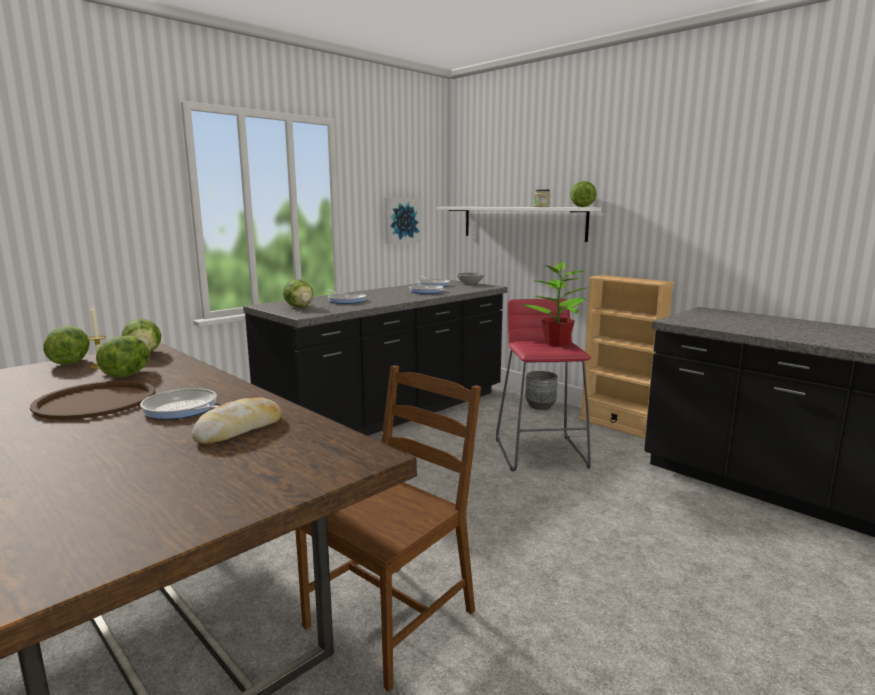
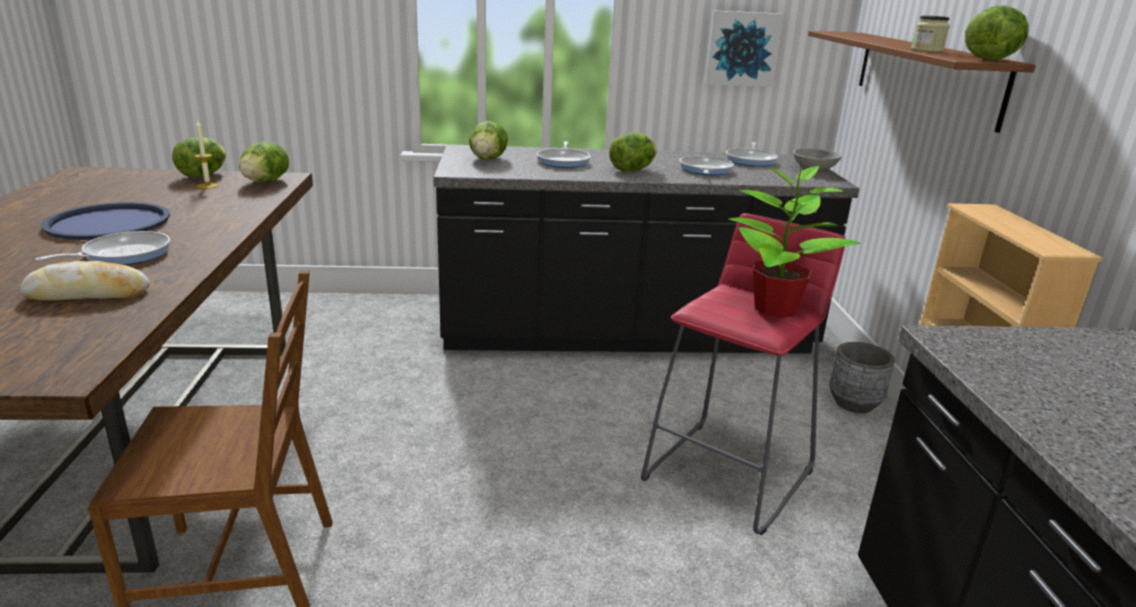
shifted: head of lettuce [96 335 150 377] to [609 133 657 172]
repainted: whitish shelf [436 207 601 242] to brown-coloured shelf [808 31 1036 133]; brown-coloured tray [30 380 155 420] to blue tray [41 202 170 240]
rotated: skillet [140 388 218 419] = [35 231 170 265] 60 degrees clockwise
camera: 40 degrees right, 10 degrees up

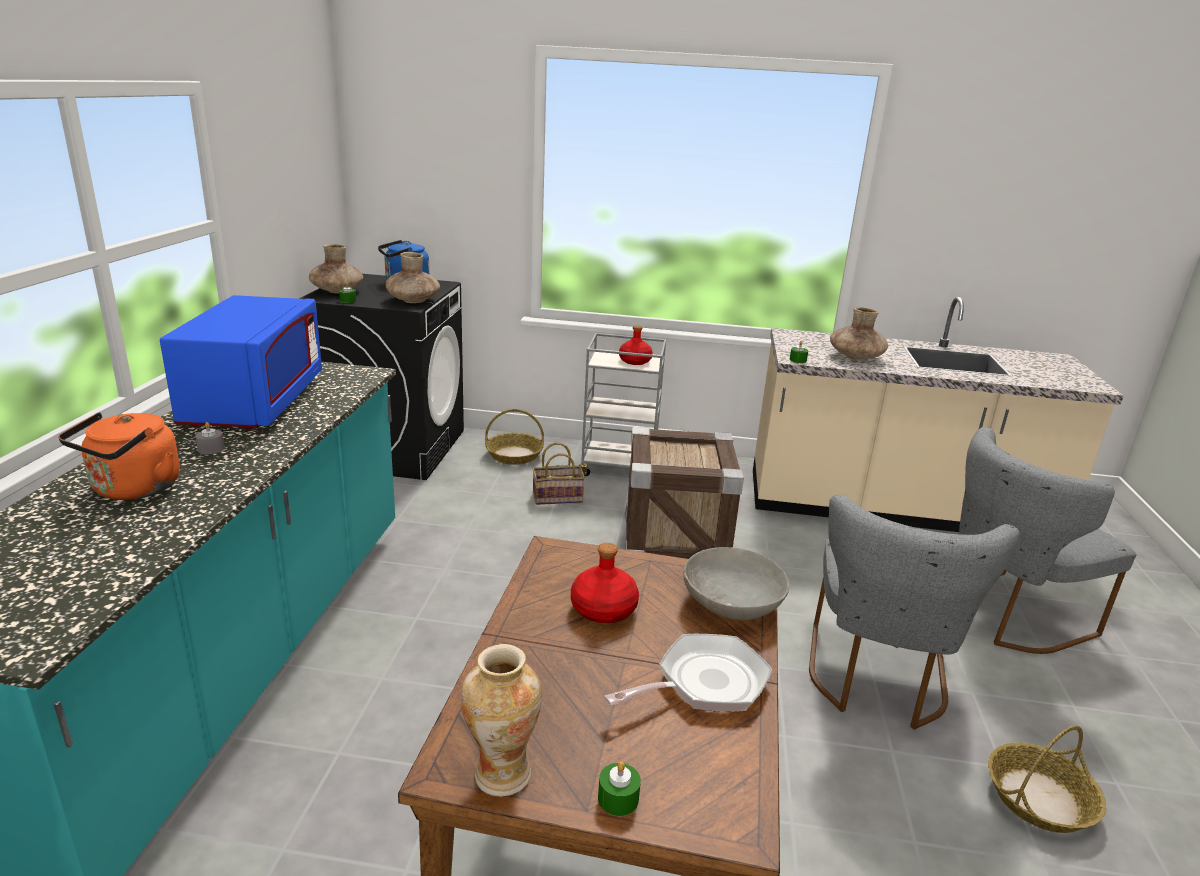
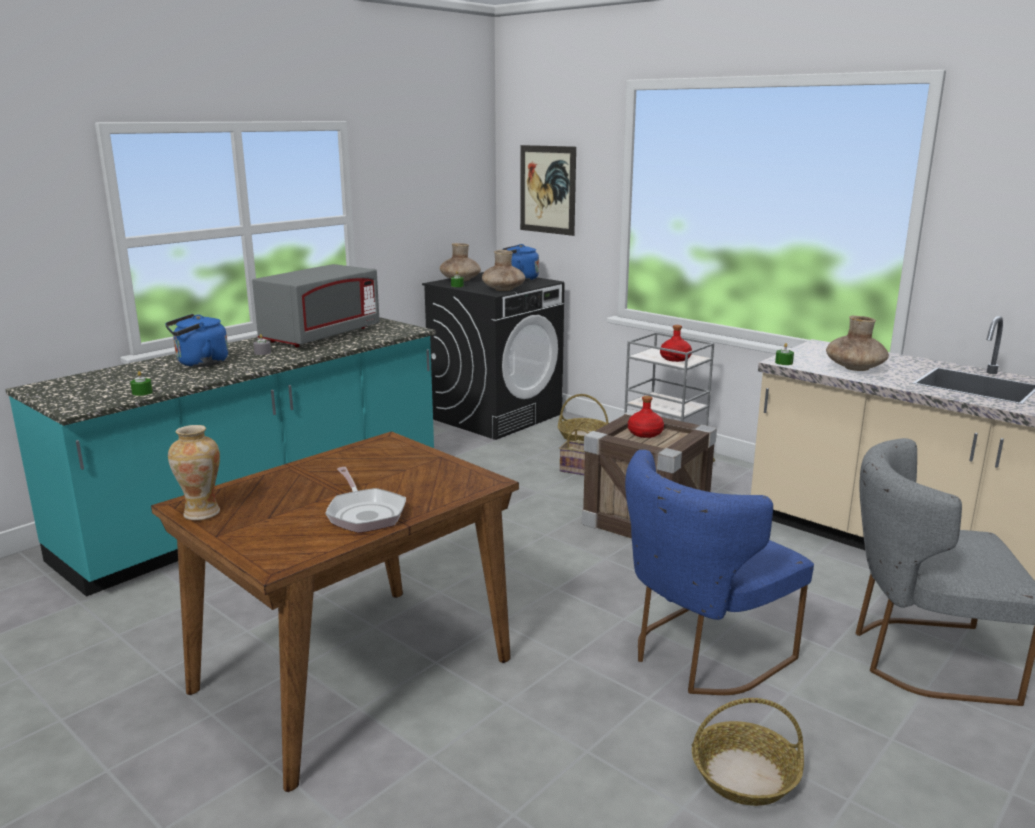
gone: greyish bowl [683 547 789 620]
new: wall picture [520 145 576 236]
shifted: reddish bottle [571 543 639 623] to [628 396 664 438]; green-coloured candle [598 762 641 816] to [130 371 153 396]
repainted: blue microwave oven [160 295 322 429] to greyish microwave oven [252 264 380 347]; orange kettle [58 412 180 500] to blue kettle [165 314 228 367]; greyish upright chair [809 494 1020 730] to blue upright chair [625 450 814 695]
rotated: skillet [604 634 772 712] = [325 467 406 533] 60 degrees clockwise
camera: 35 degrees right, 5 degrees down

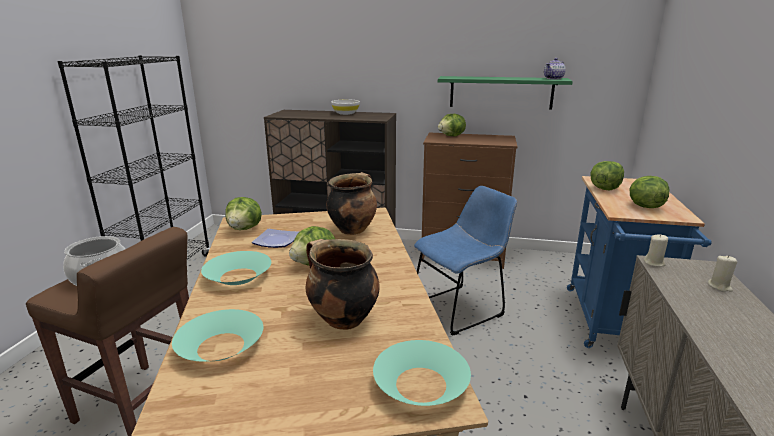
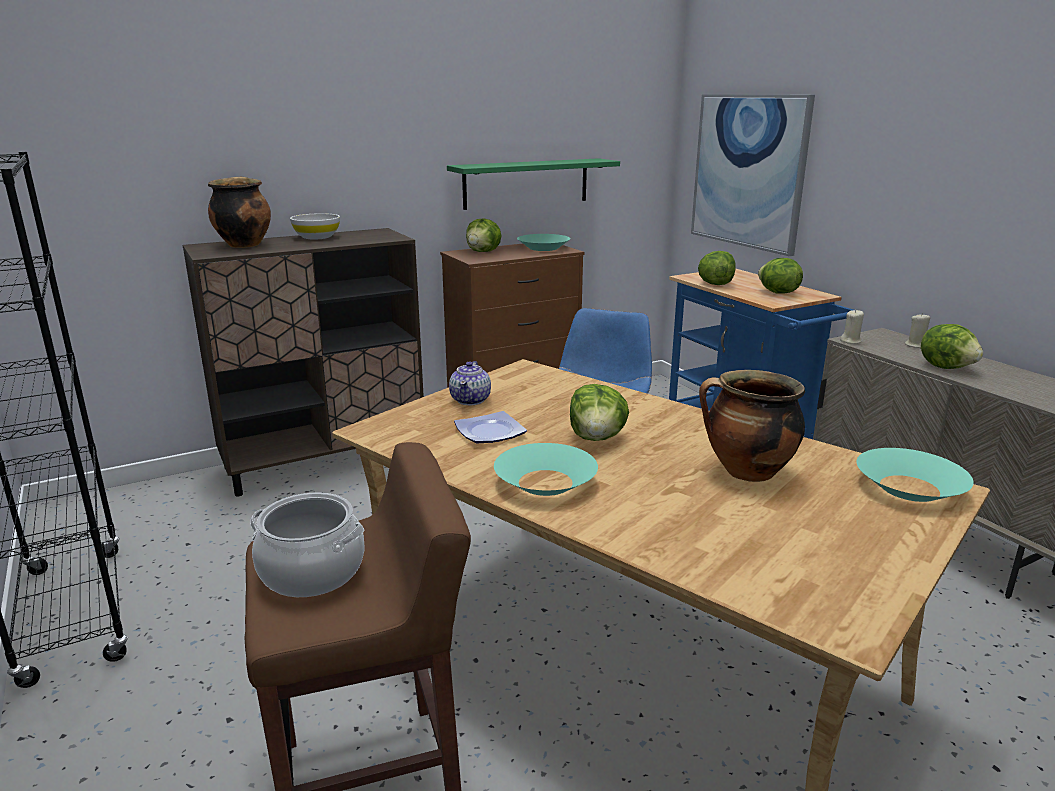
new: wall picture [691 94 815 256]
shifted: tea pot [544 58 566 79] to [449 361 491 405]; cooking pot [326 172 377 235] to [208 177 271 248]; head of lettuce [225 197 262 230] to [921 324 983 369]; turquoise bowl [172 309 263 361] to [517 234 571 251]
camera: 40 degrees left, 0 degrees up

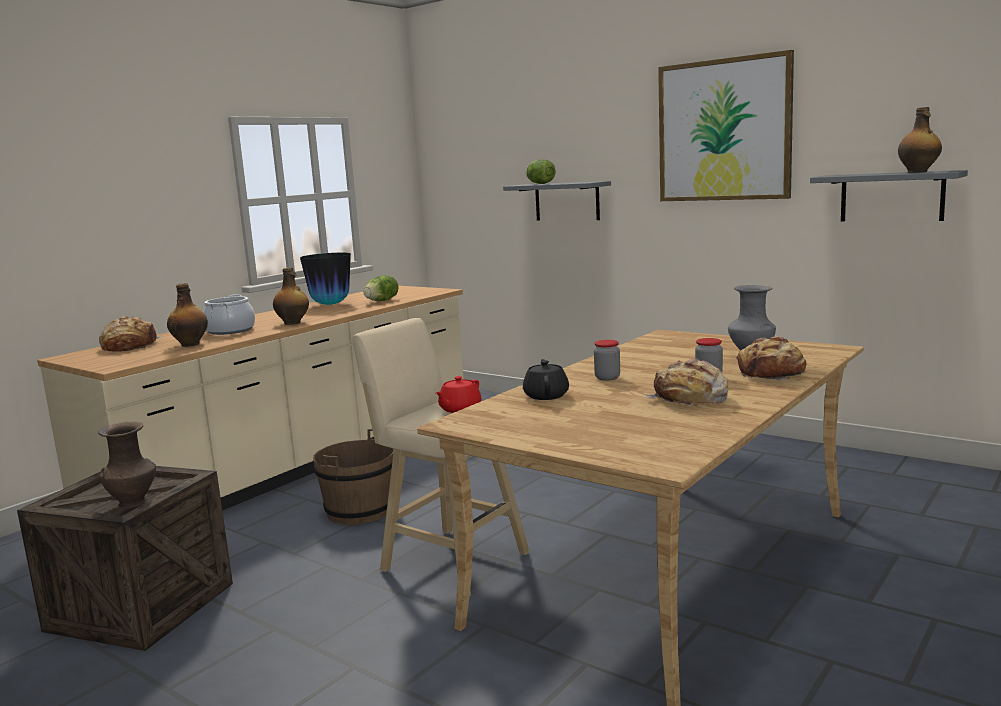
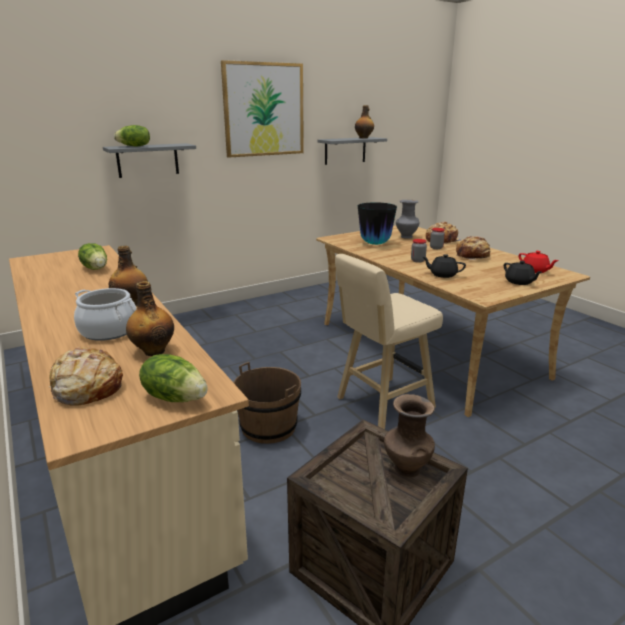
new: black tea pot [504 261 542 285]; head of lettuce [139 354 208 402]
shifted: decorative vase [300 253 351 305] to [358 202 397 245]; reddish tea pot [436 376 482 413] to [519 251 559 273]
camera: 70 degrees left, 10 degrees up

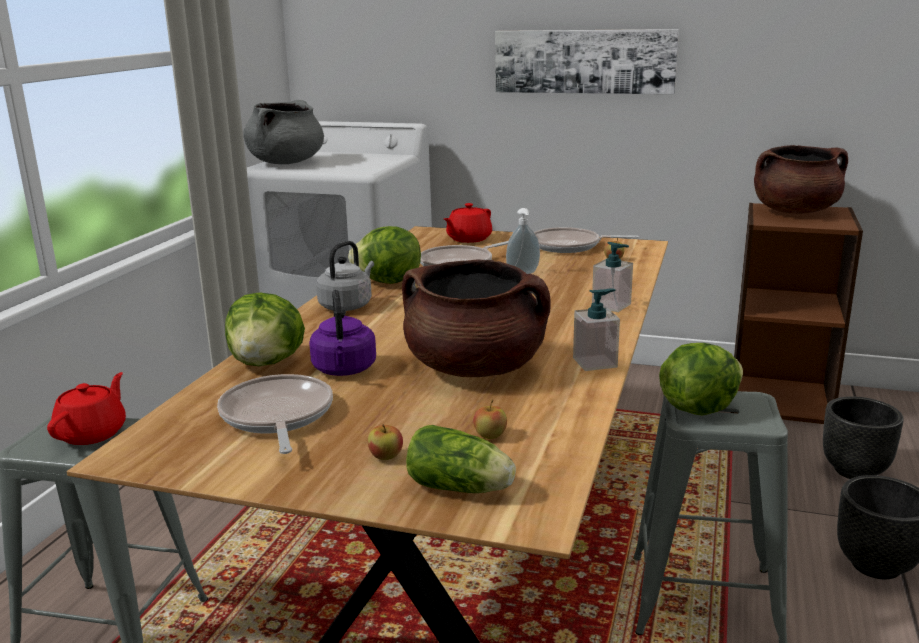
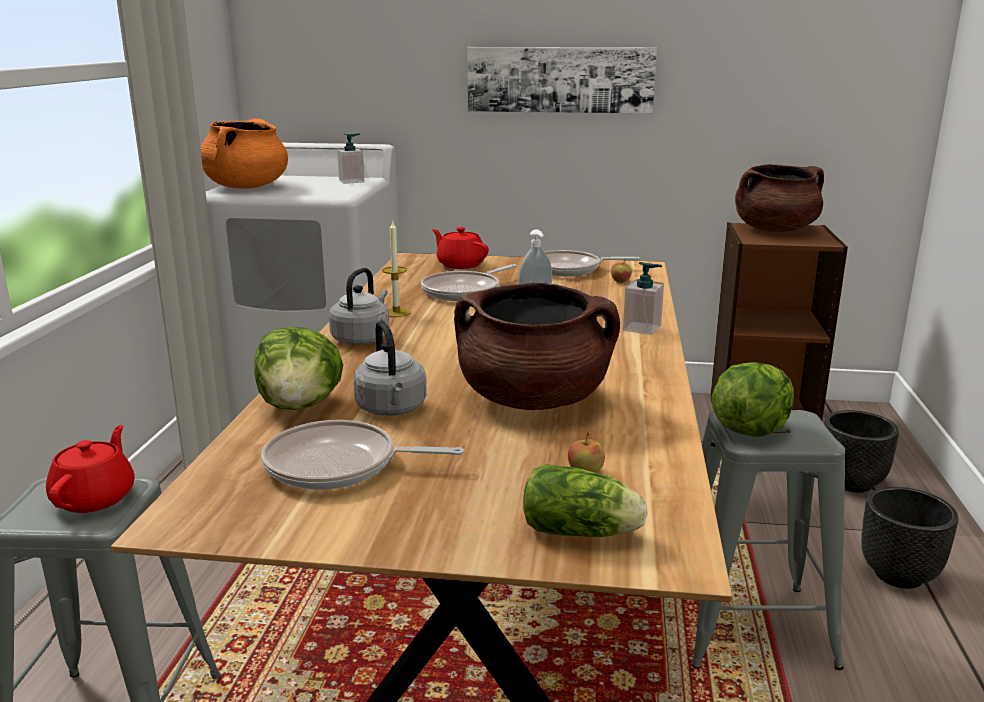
gone: apple [368 424 403 460]
shifted: liquid soap bottle [573 289 620 371] to [337 133 364 184]
swapped: head of lettuce [348 226 421 284] to candle [382 222 411 317]
repainted: greyish cooking pot [243 100 324 164] to orange cooking pot [200 118 288 189]; purple-coloured kettle [309 290 376 376] to greyish kettle [353 320 427 416]
rotated: reddish tea pot [444 203 492 243] = [432 227 489 269] 105 degrees clockwise; skillet [217 374 333 454] = [262 420 464 490] 60 degrees counterclockwise
camera: 10 degrees left, 0 degrees up

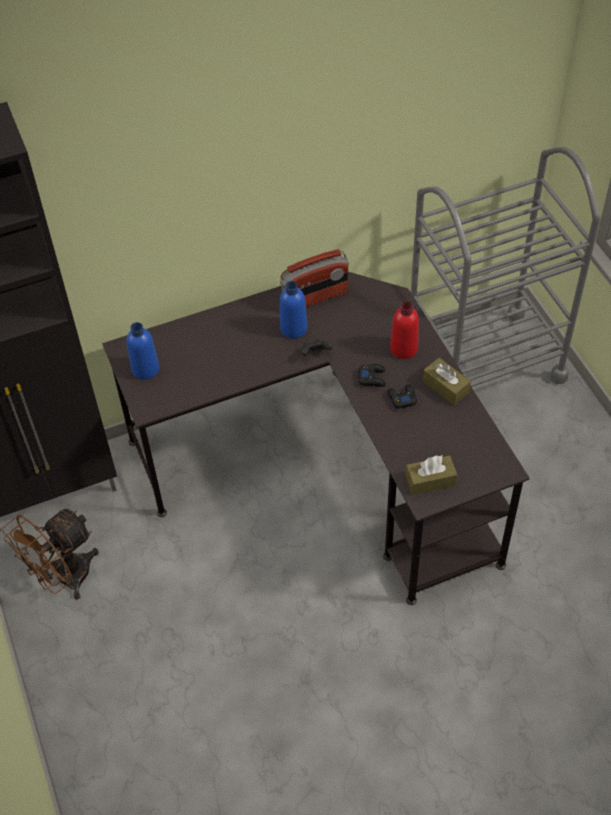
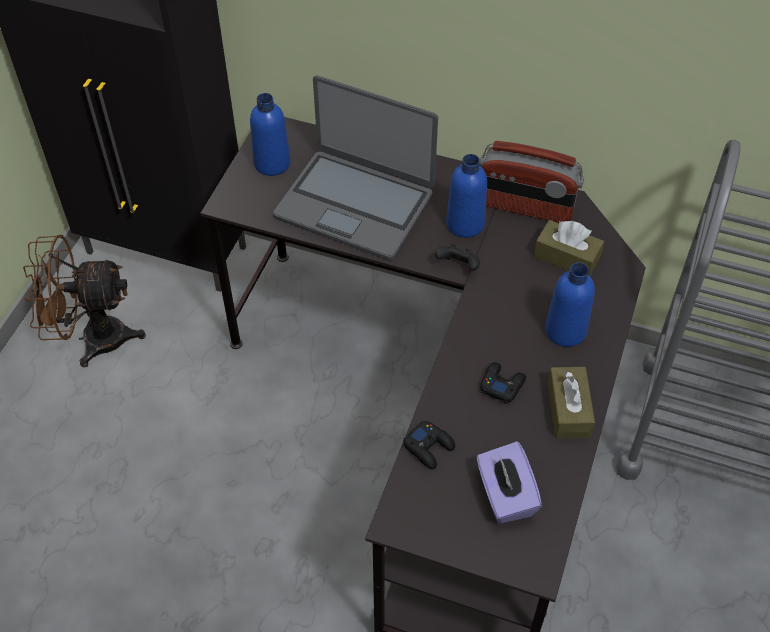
new: portable computer [273 75 438 260]; purple-coloured box of tissues [476 441 542 524]
shifted: black gamepad [358 364 386 387] to [403 421 455 469]; brown-coloured box of tissues [406 455 457 495] to [534 220 604 276]
repainted: reddish bottle [390 301 419 359] to blue bottle [545 263 595 347]
camera: 40 degrees right, 0 degrees up

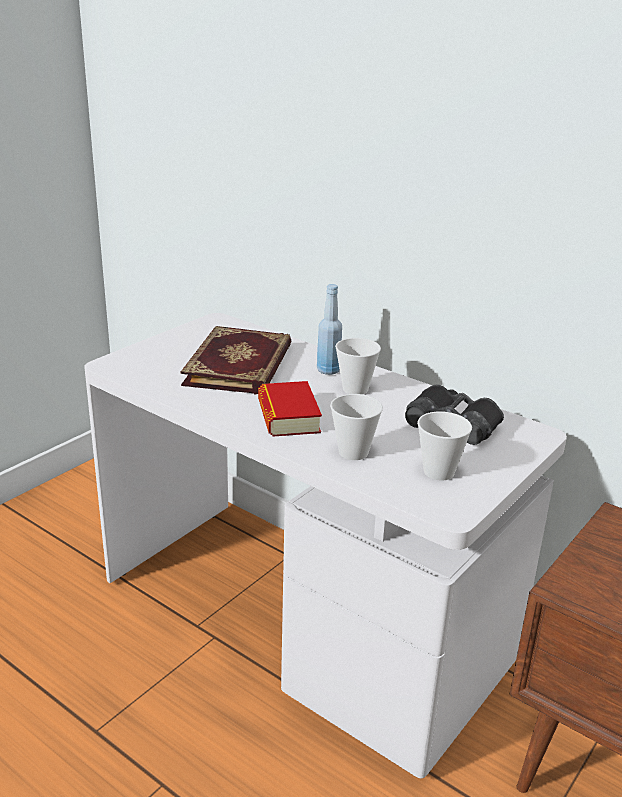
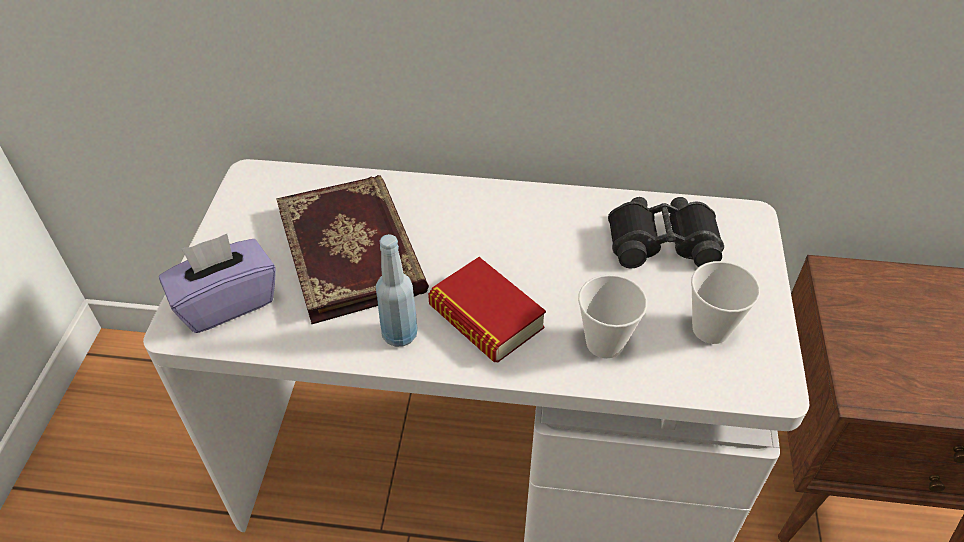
gone: cup [335 338 381 394]
new: purple-coloured box of tissues [159 234 276 333]
shifted: blue bottle [317 284 342 375] to [376 234 418 347]
camera: 30 degrees left, 20 degrees up

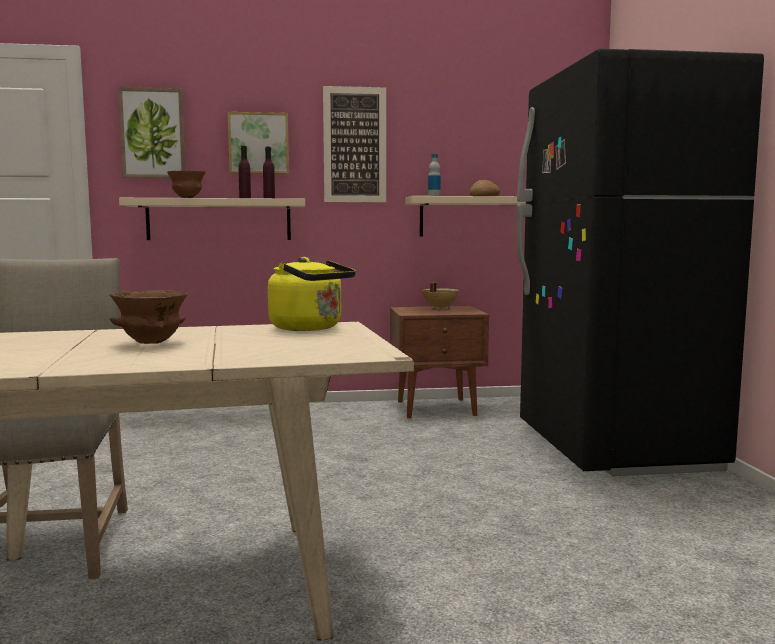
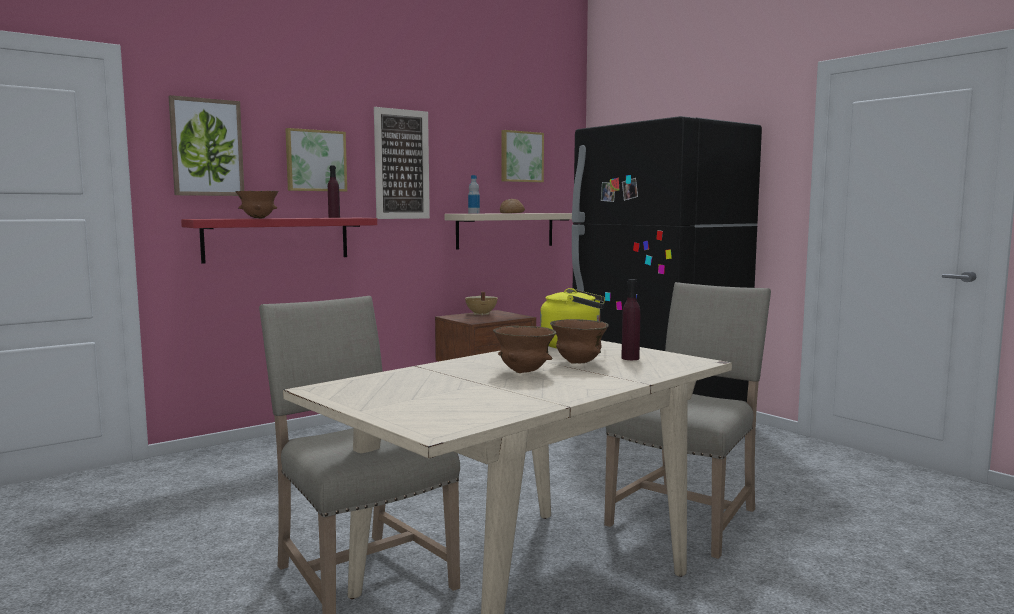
new: wall picture [502 130 544 182]; sand-coloured upright chair [604 282 771 559]; brown-coloured bowl [550 319 609 364]
shifted: purple-coloured bottle [239 146 251 198] to [621 279 640 360]
repainted: sand-coloured shelf [119 198 305 240] to reddish shelf [181 218 377 264]
camera: 30 degrees left, 0 degrees up

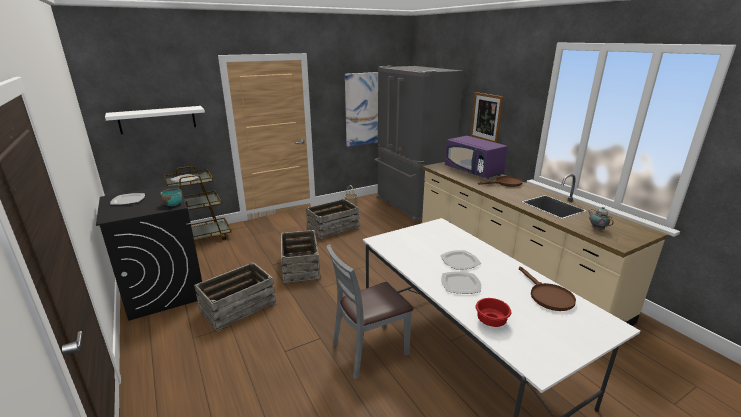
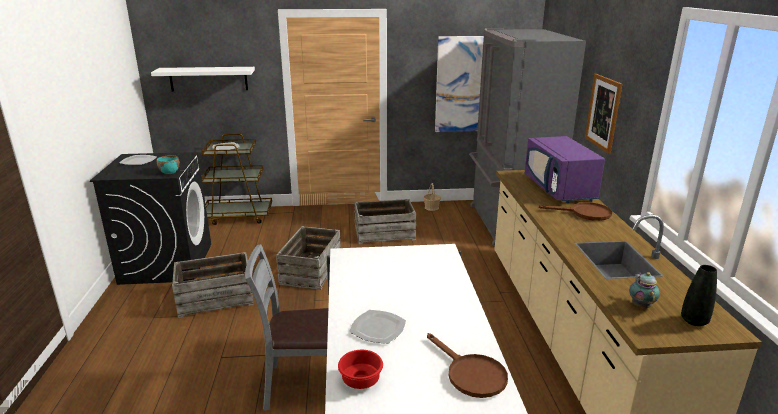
gone: dinner plate [440 250 481 270]
new: black decorative vase [681 265 717 326]
rotated: brown-coloured skillet [519 266 576 311] = [427 333 508 398] 45 degrees counterclockwise
camera: 25 degrees right, 0 degrees up

